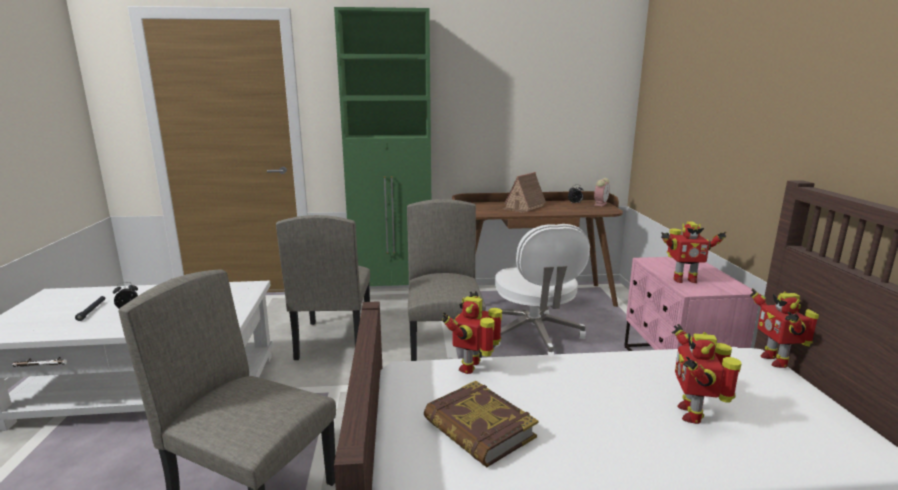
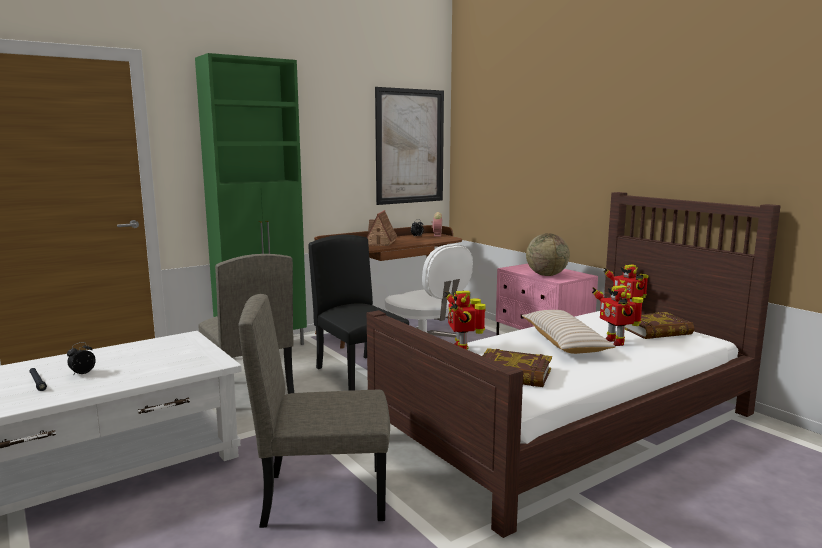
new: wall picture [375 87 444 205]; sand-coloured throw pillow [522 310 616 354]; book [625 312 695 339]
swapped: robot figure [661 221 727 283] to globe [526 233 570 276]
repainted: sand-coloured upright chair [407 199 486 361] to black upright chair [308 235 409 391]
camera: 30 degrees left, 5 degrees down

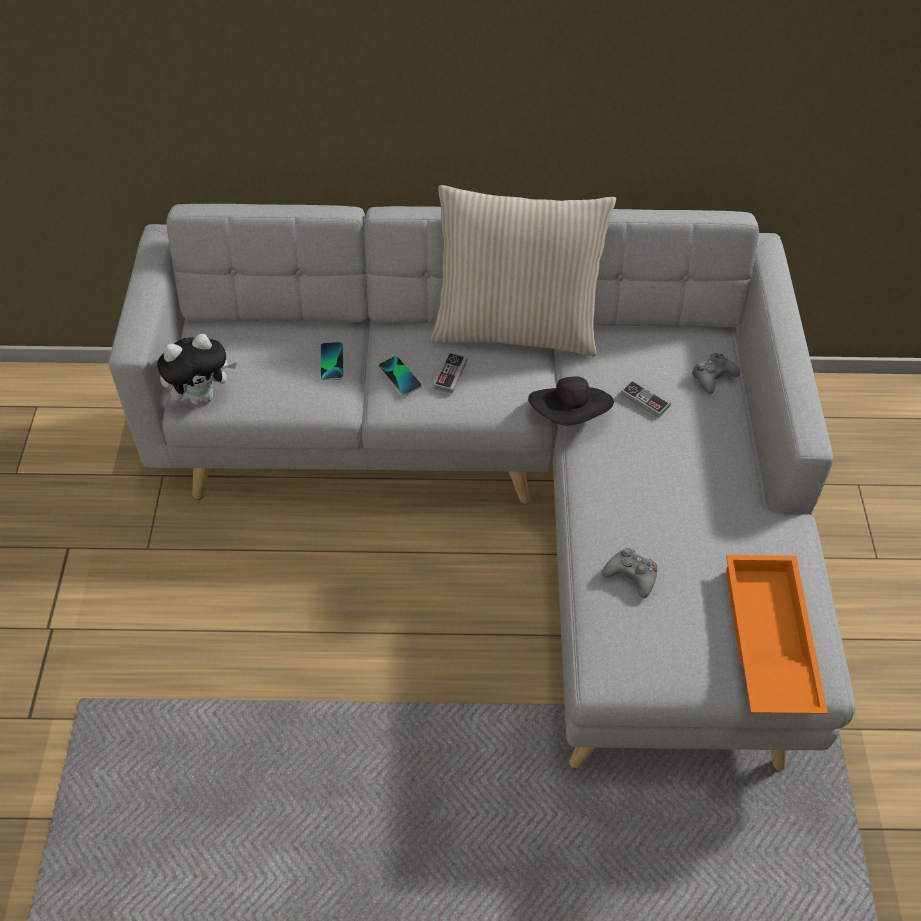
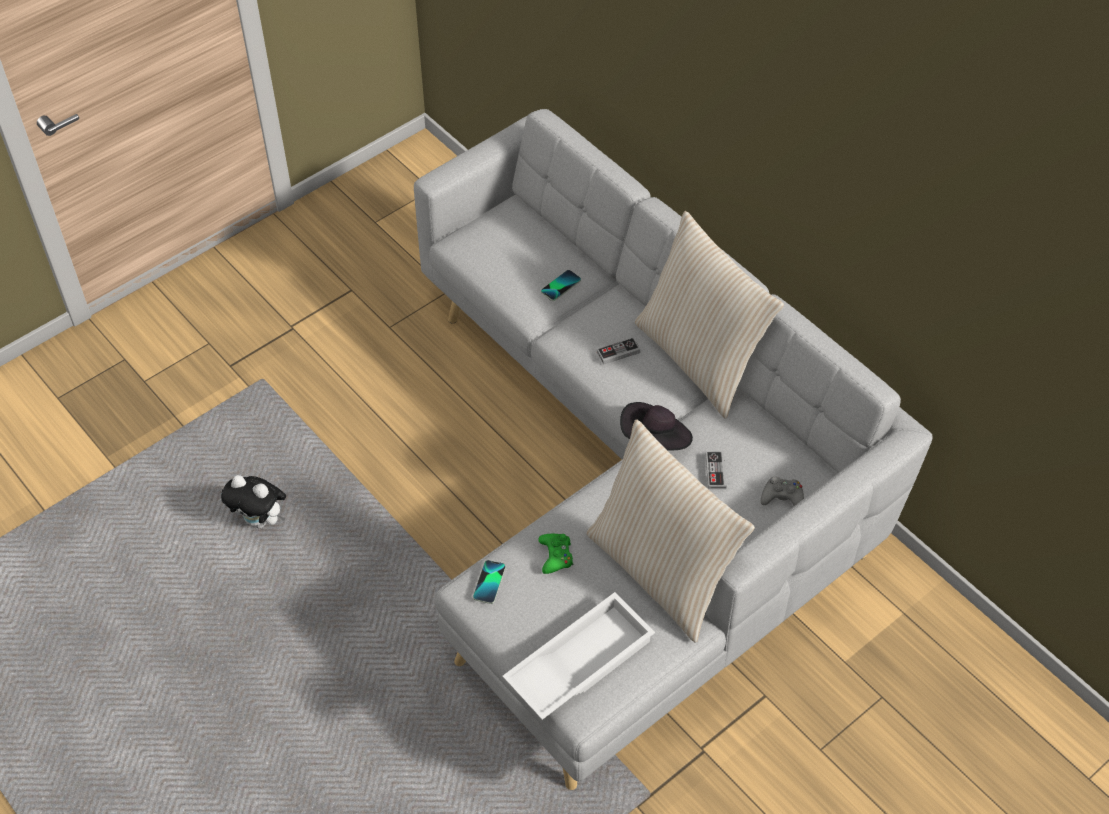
new: sand-coloured throw pillow [586 419 755 643]
shifted: cuddly toy [157 334 237 405] to [221 475 286 528]; telephone [379 356 422 396] to [473 560 506 604]
repainted: greyish gamepad [602 548 657 599] to green-coloured gamepad [539 534 573 574]; orange tray [726 555 828 714] to whitish tray [502 592 655 720]
camera: 50 degrees right, 0 degrees up

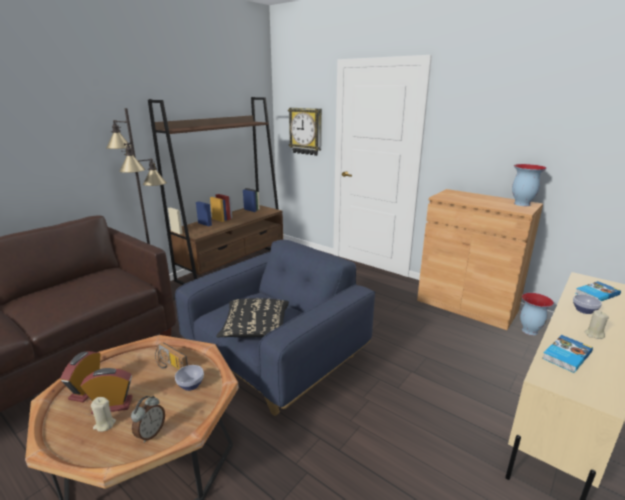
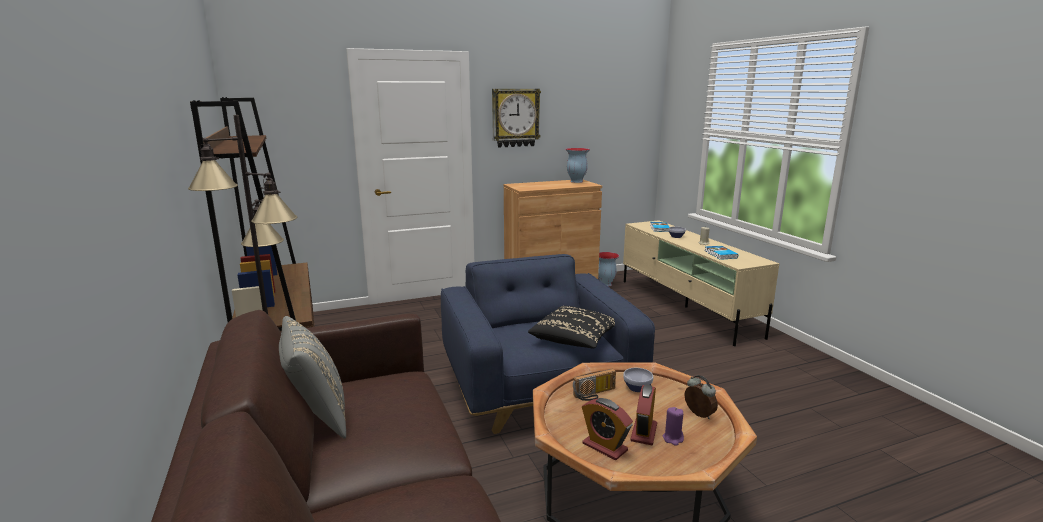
new: greyish throw pillow [279 316 346 439]
shifted: clock on the wall [288 108 322 156] to [492 89 541 148]
repainted: sand-coloured candle [91 397 116 432] to purple-coloured candle [663 407 684 446]
camera: 60 degrees left, 5 degrees down

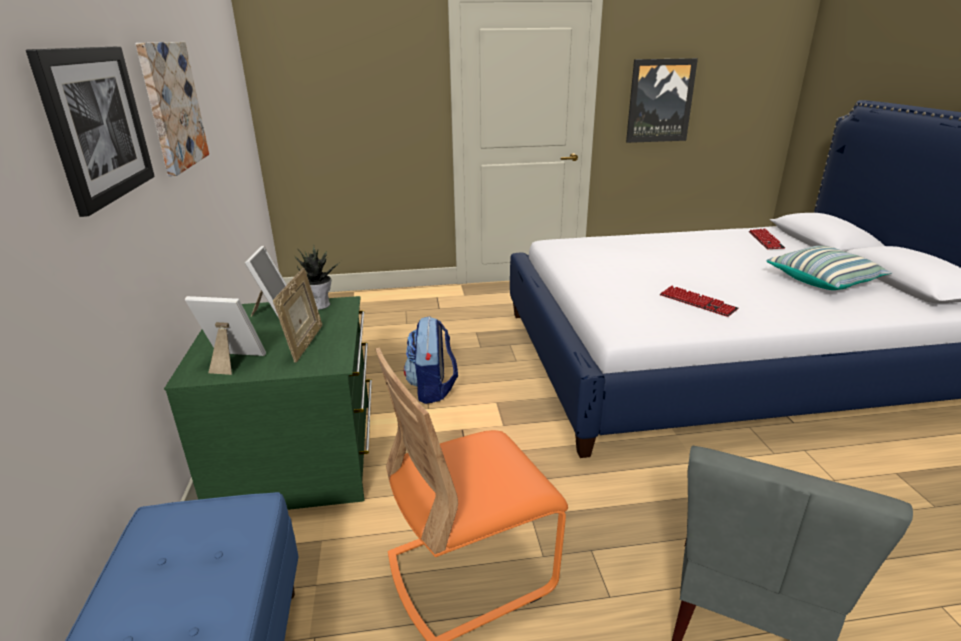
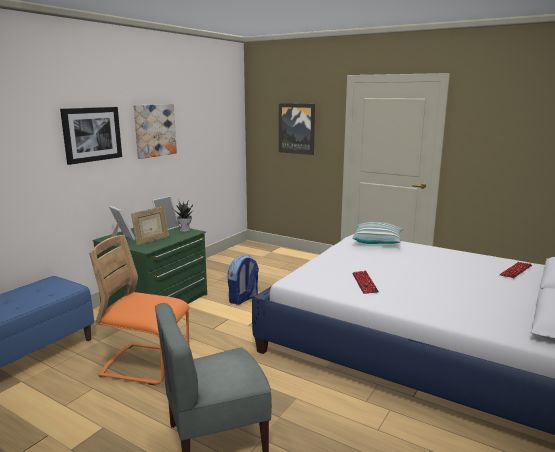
shifted: wall picture [626 58 698 143] to [279 103 315 155]; throw pillow [766 246 893 290] to [352 222 403 244]
camera: 40 degrees right, 10 degrees down

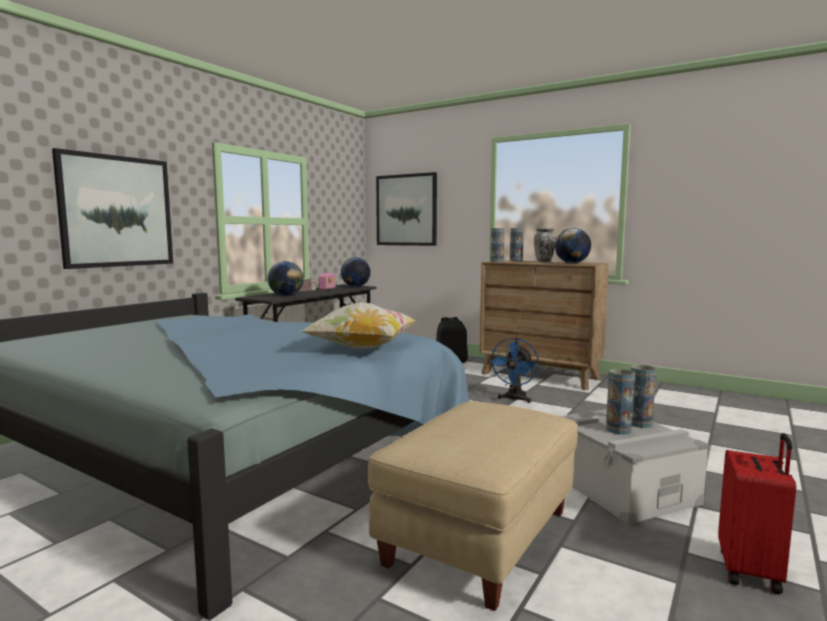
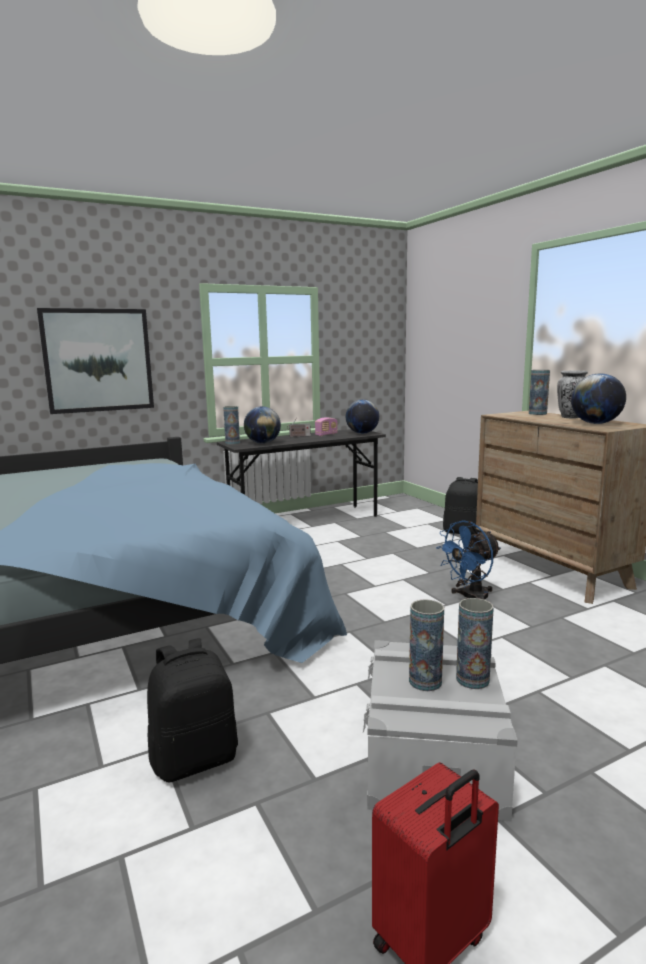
gone: wall picture [376 172 437 246]; throw pillow [301 302 417 349]
shifted: decorative vase [490 228 504 262] to [223 406 240 444]
swapped: sand-coloured pouffe [368 401 578 611] to black backpack [147 638 238 783]
camera: 30 degrees right, 5 degrees up

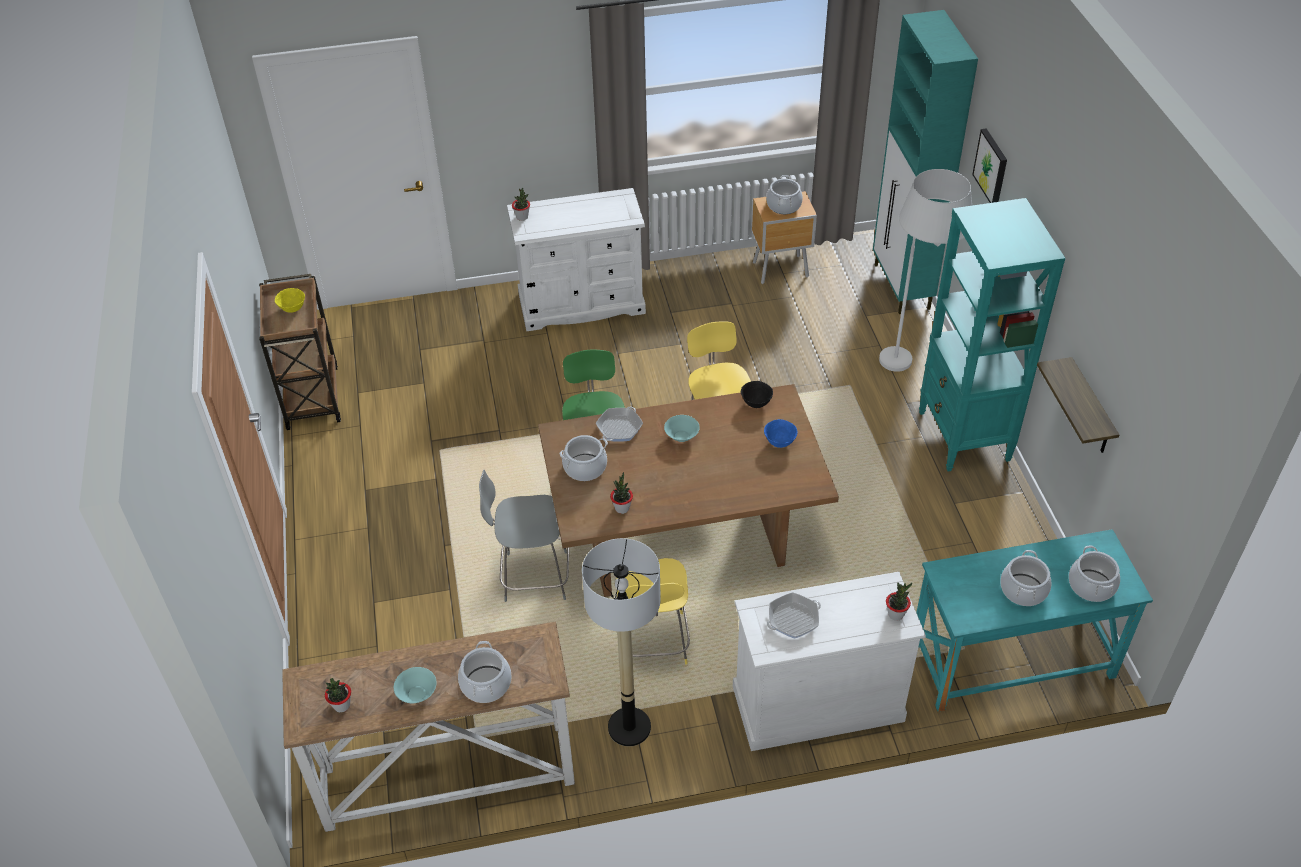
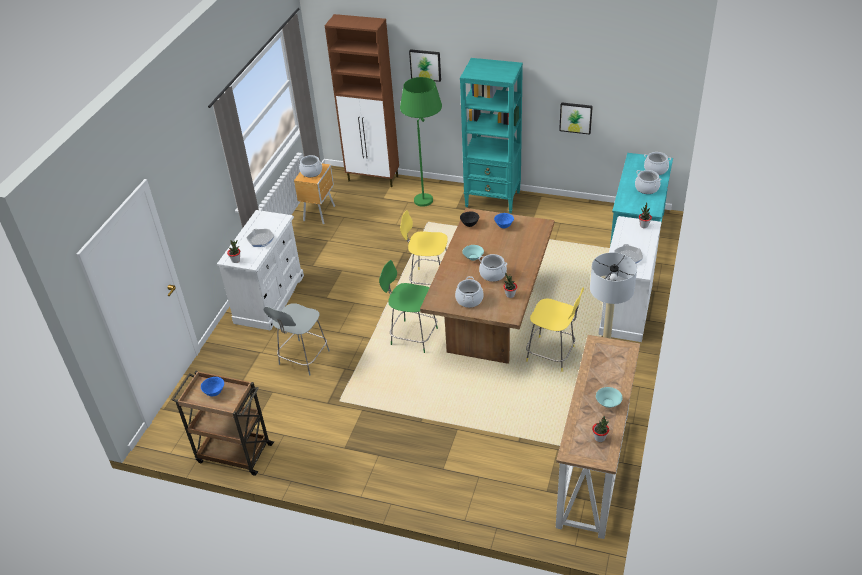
shifted: skillet [596 407 643 442] to [246 229 274 247]; greyish sitting stool [479 470 569 602] to [264 303 330 375]; cooking pot [458 641 512 703] to [478 254 507 282]
swapped: shelf [1037 357 1119 453] to wall picture [559 102 593 135]
repainted: turquoise storage cabinet [873 10 978 314] to brown-coloured storage cabinet [325 14 399 187]; whitish standard lamp [879 169 972 372] to green-coloured standard lamp [400 77 442 207]; yellow bowl [275 288 305 313] to blue bowl [201 377 224 396]
camera: 60 degrees left, 5 degrees down

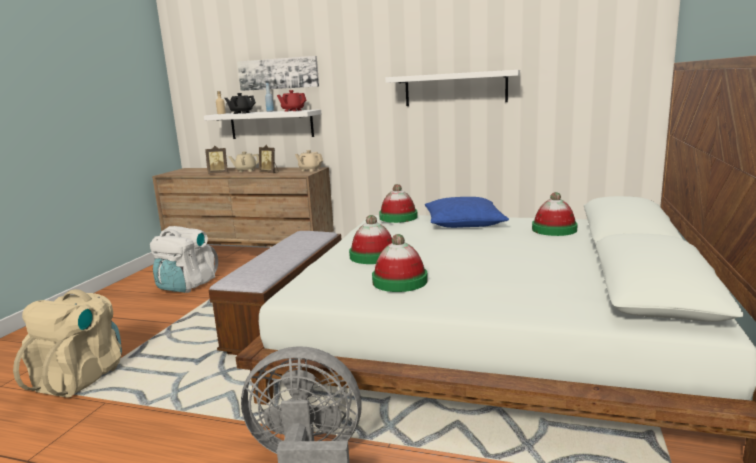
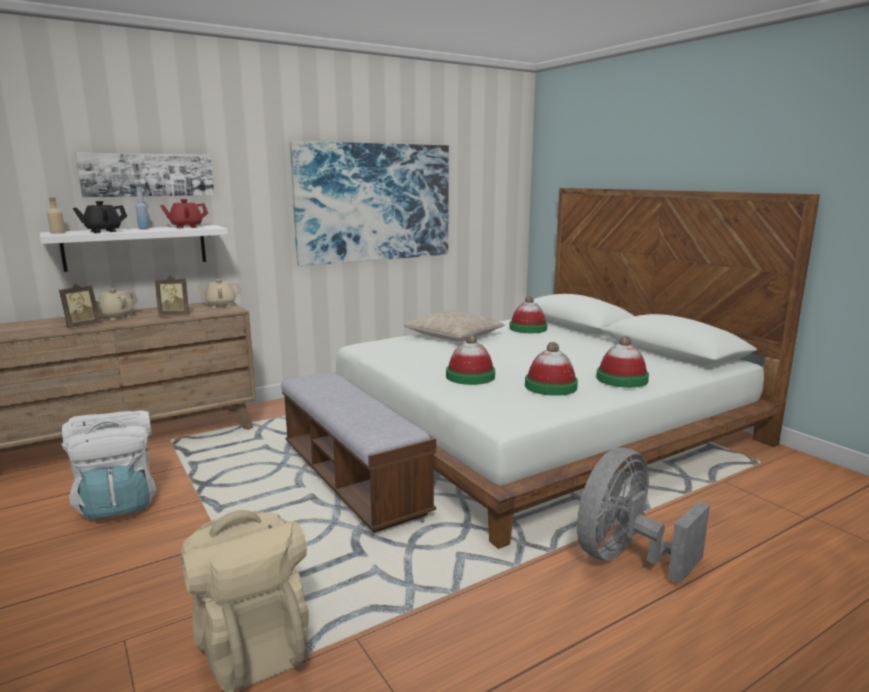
shifted: clothing hat [379 184 418 223] to [596 336 649 388]
swapped: whitish shelf [385 70 520 106] to wall picture [290 141 449 266]
repainted: blue throw pillow [425 197 509 228] to sand-coloured throw pillow [403 310 505 342]
camera: 50 degrees left, 0 degrees up

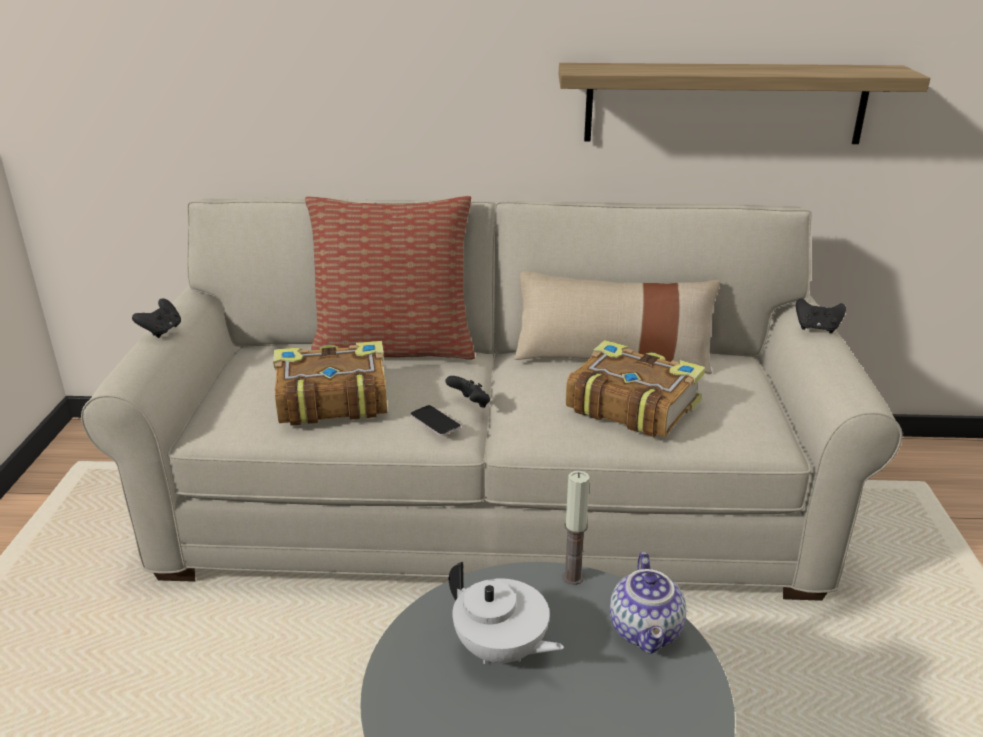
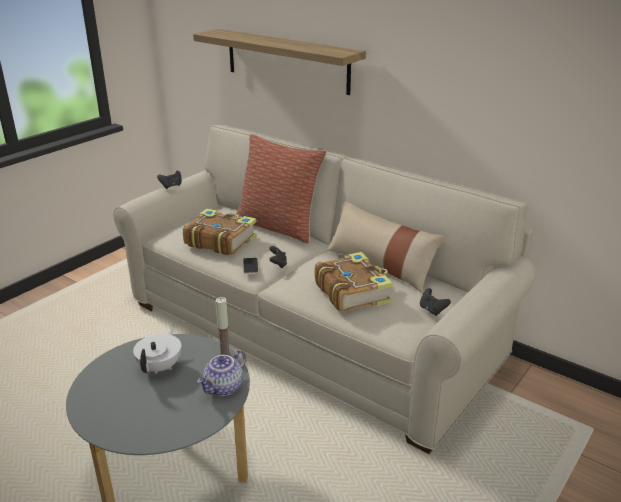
shifted: shelf [559 63 930 144] to [193 29 366 95]; black gamepad [796 298 846 333] to [420 288 451 316]
rotated: whitish tea pot [449 562 564 664] = [133 327 181 374] 150 degrees counterclockwise
camera: 35 degrees right, 0 degrees up

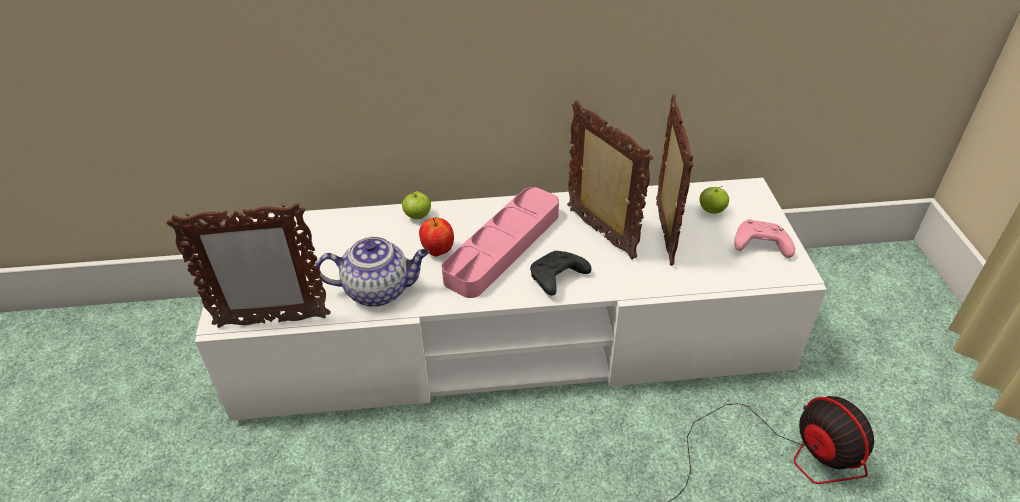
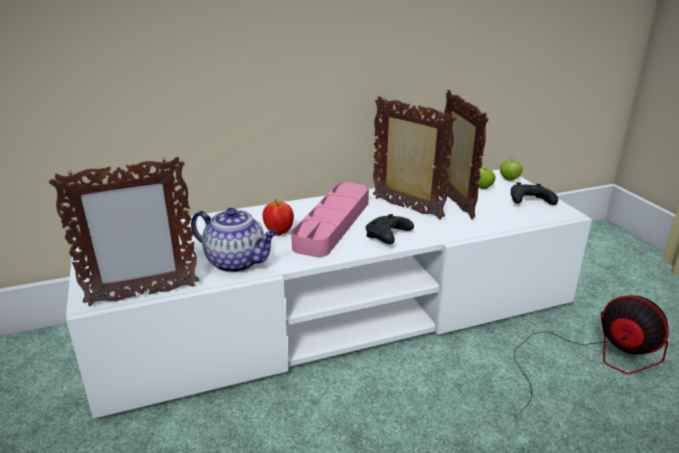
shifted: apple [402 191 431 219] to [500 158 523 181]
repainted: pink-coloured gamepad [734 219 795 258] to black gamepad [511 182 558 205]
rotated: tea pot [315 237 429 307] = [191 208 278 273] 45 degrees clockwise
camera: 15 degrees left, 15 degrees down

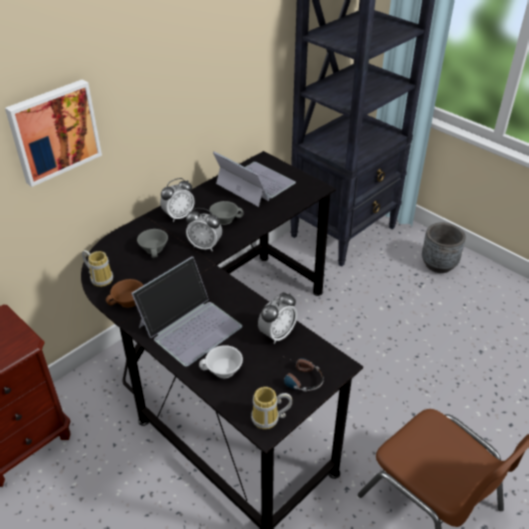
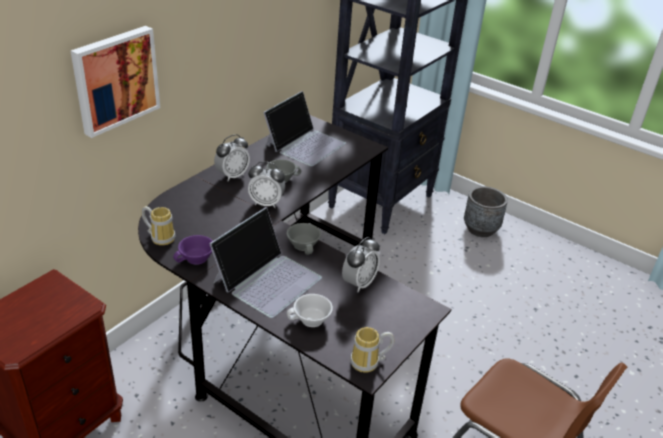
gone: pair of headphones [282 356 324 392]
shifted: greyish cup [137 229 168 258] to [287 223 321 255]
repainted: brown-coloured cup [106 279 144 308] to purple-coloured cup [173 235 213 265]
rotated: portable computer [213 151 296 207] = [263 91 346 166] 90 degrees clockwise
camera: 10 degrees left, 5 degrees down

